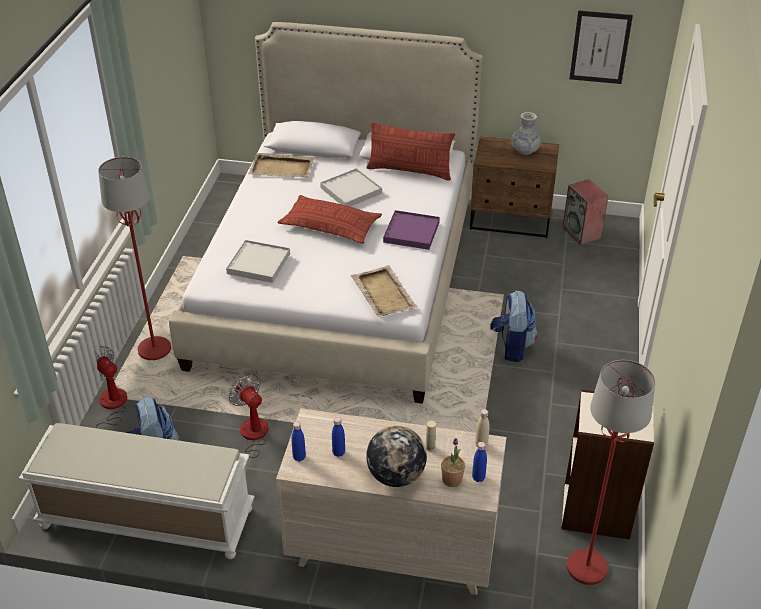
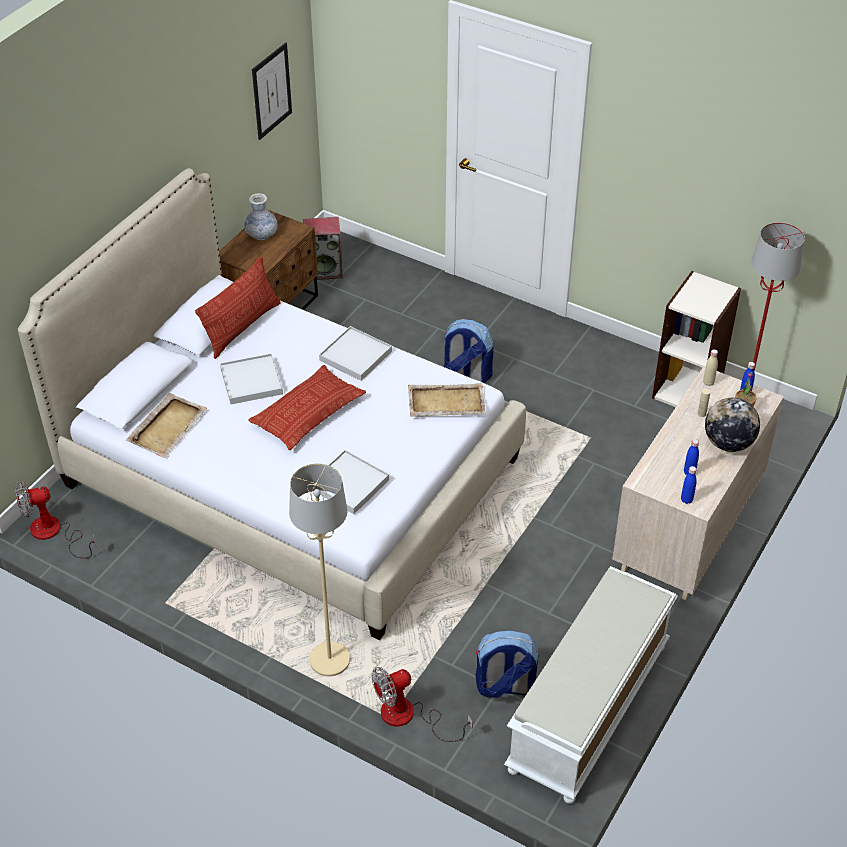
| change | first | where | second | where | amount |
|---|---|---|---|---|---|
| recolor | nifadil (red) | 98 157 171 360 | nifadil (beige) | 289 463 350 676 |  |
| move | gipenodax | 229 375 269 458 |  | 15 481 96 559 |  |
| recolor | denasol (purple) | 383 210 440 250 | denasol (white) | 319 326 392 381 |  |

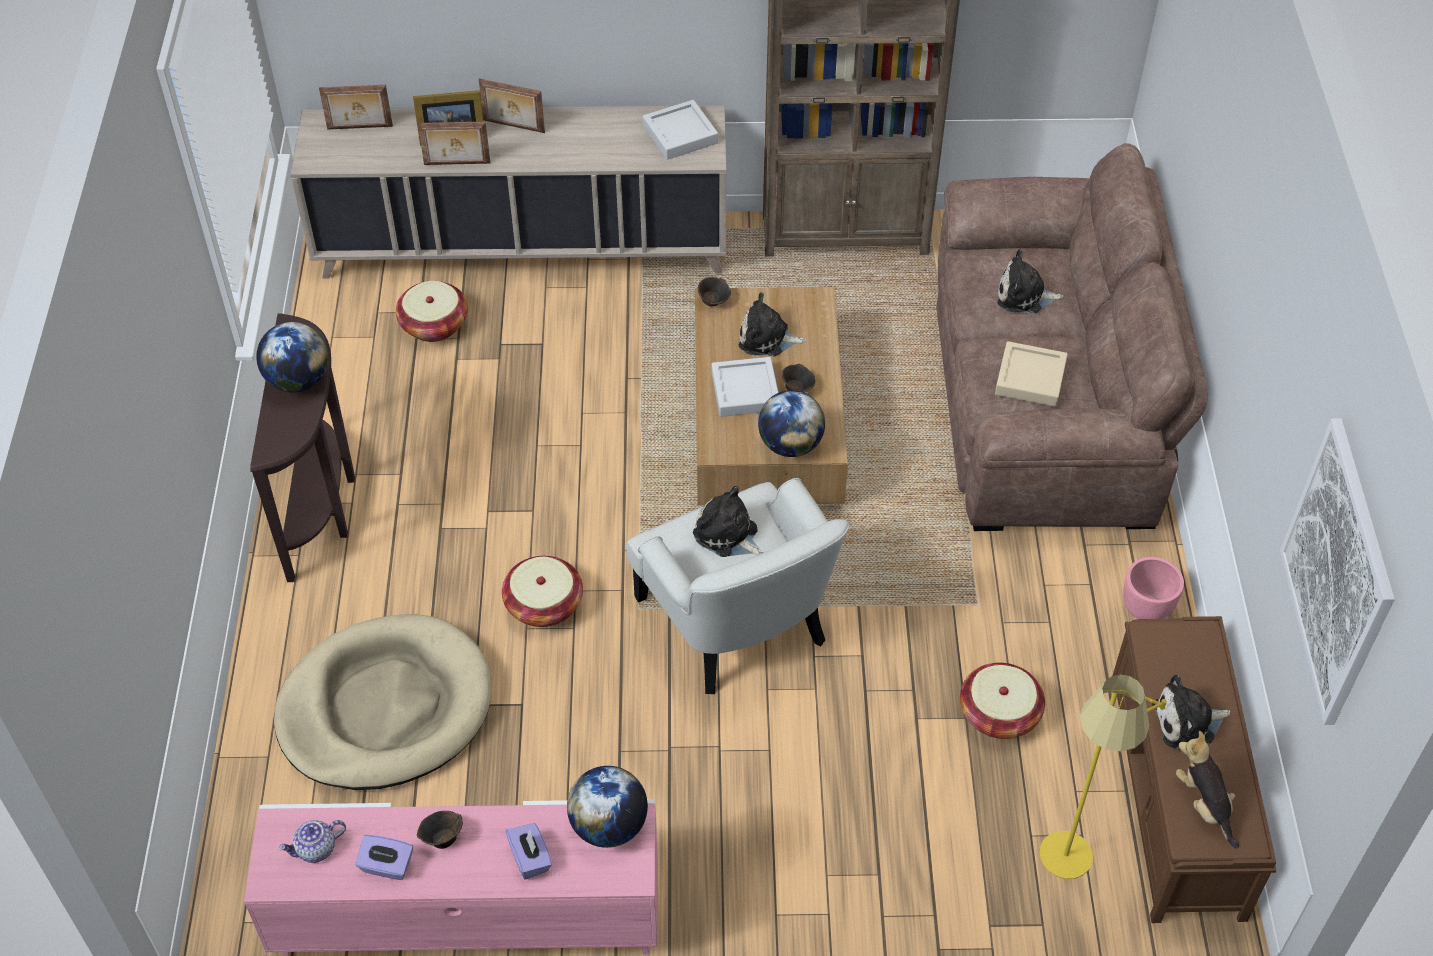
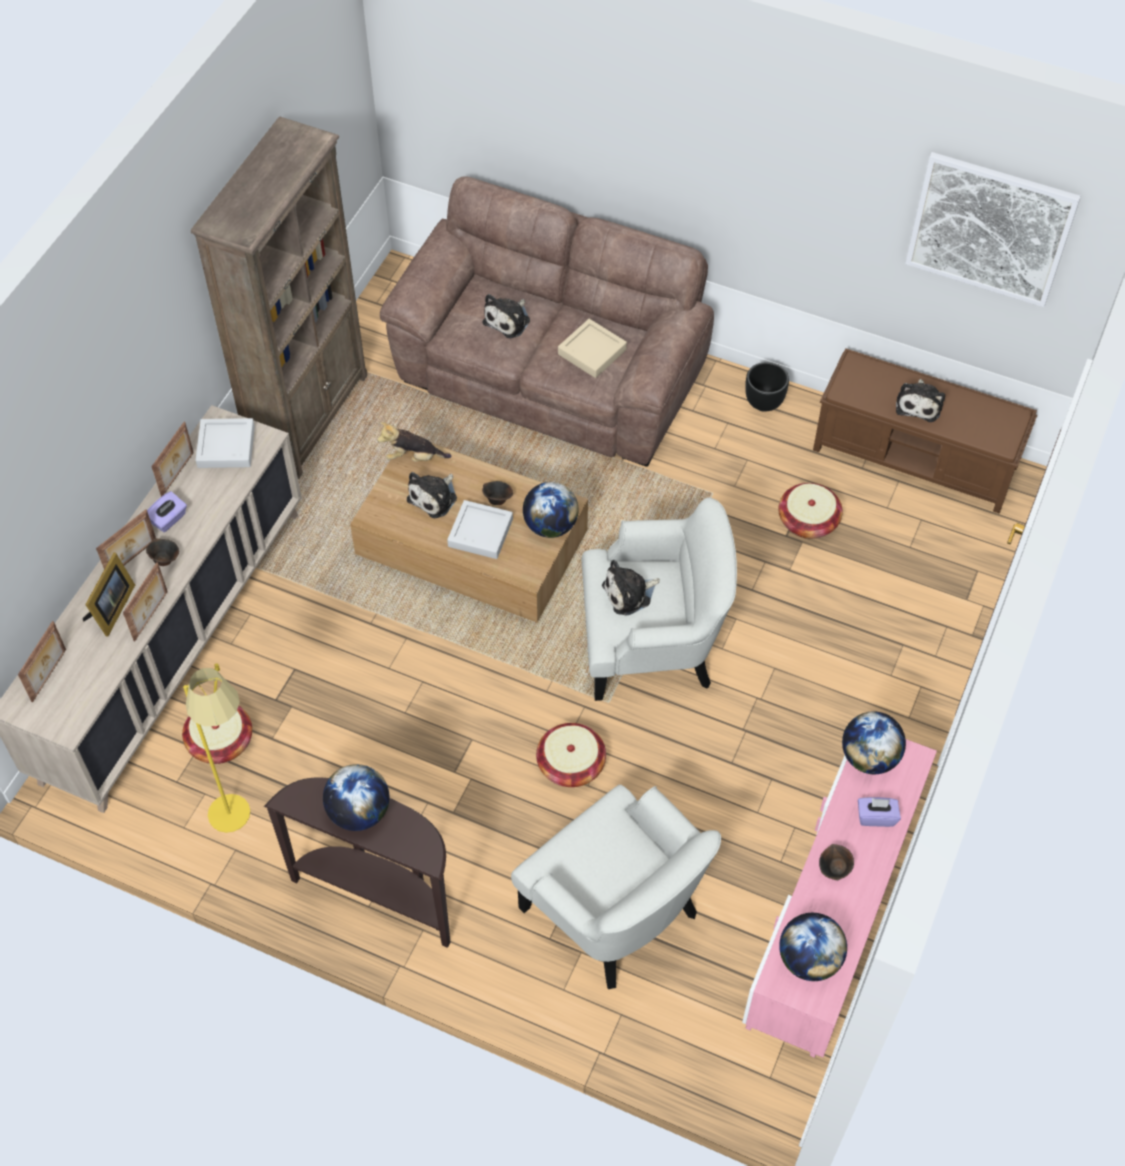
| change | first | where | second | where | amount |
|---|---|---|---|---|---|
| replace | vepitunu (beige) | 274 614 492 790 | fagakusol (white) | 511 785 721 989 |  |
| replace | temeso | 279 820 346 863 | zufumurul | 779 913 847 981 |  |
| move | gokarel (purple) | 355 835 413 880 |  | 147 491 187 532 |  |
| move | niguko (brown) | 698 277 731 306 |  | 146 538 179 566 |  |
| move | nifadil (yellow) | 1040 675 1167 879 |  | 183 663 250 833 |  |
| recolor | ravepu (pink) | 1123 557 1184 619 | ravepu (black) | 745 362 789 412 |  |
| move | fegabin | 1176 731 1239 849 |  | 377 422 451 462 |  |
| insert |  |  | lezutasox | 151 422 194 497 |  |

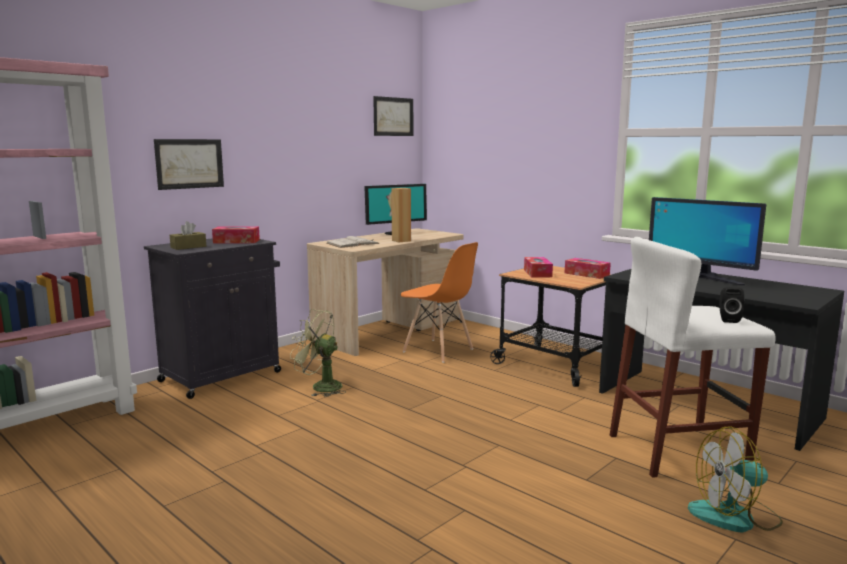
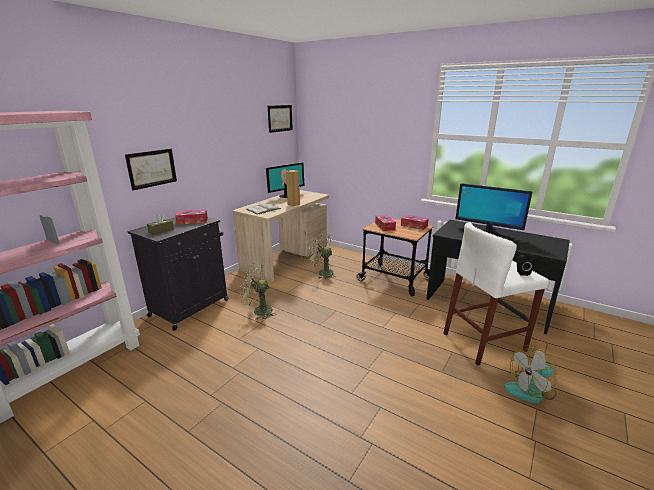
| change | first | where | second | where | amount |
|---|---|---|---|---|---|
| replace | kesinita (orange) | 401 242 478 363 | gipenodax (green) | 307 233 336 279 |  |

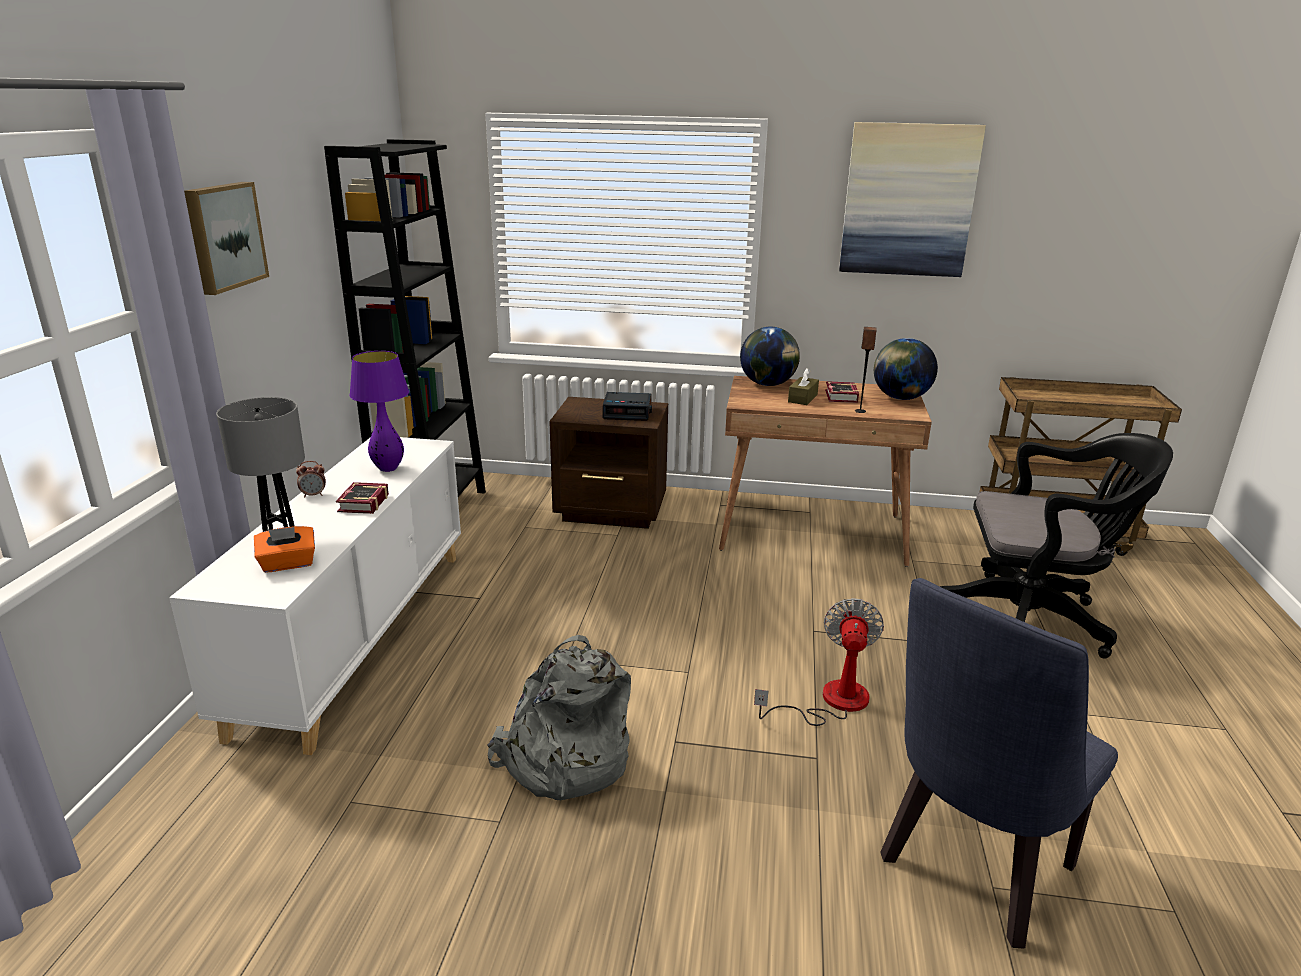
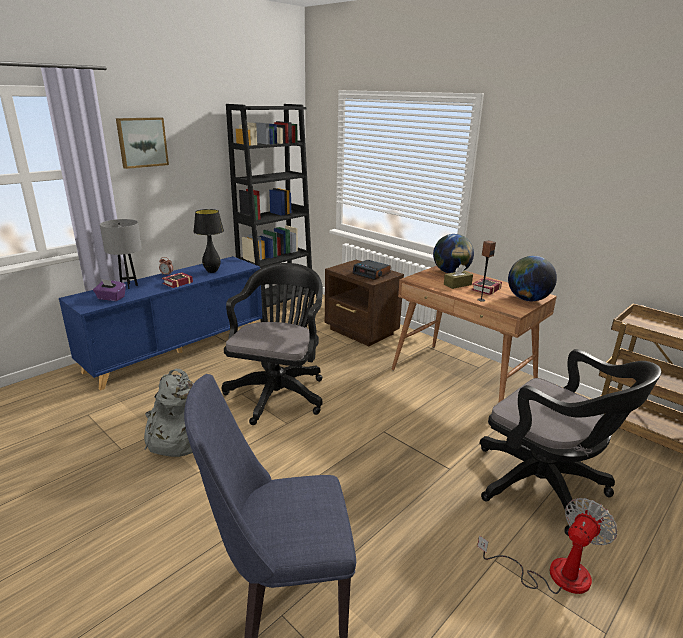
| change | first | where | second | where | amount |
|---|---|---|---|---|---|
| recolor | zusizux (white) | 169 437 461 755 | zusizux (blue) | 59 256 262 391 |  |
| recolor | gokarel (orange) | 254 526 315 573 | gokarel (purple) | 93 279 126 301 |  |
| recolor | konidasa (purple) | 349 351 409 472 | konidasa (black) | 193 209 224 273 |  |
| move | gipenodax | 754 598 884 726 |  | 477 498 617 594 |  |
| delete | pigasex | 839 122 986 277 |  |  |  |
| insert |  |  | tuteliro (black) | 222 263 323 425 |  |

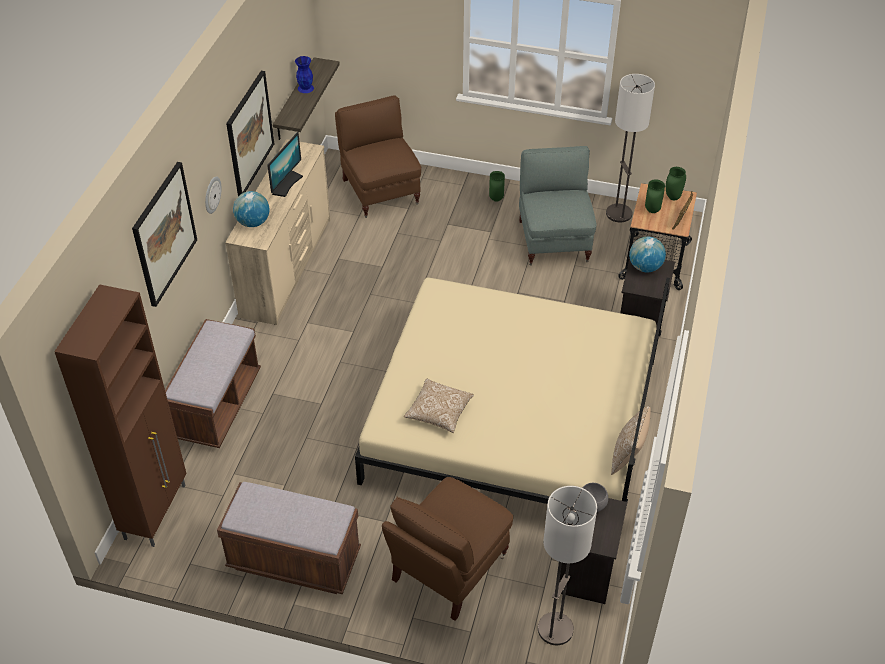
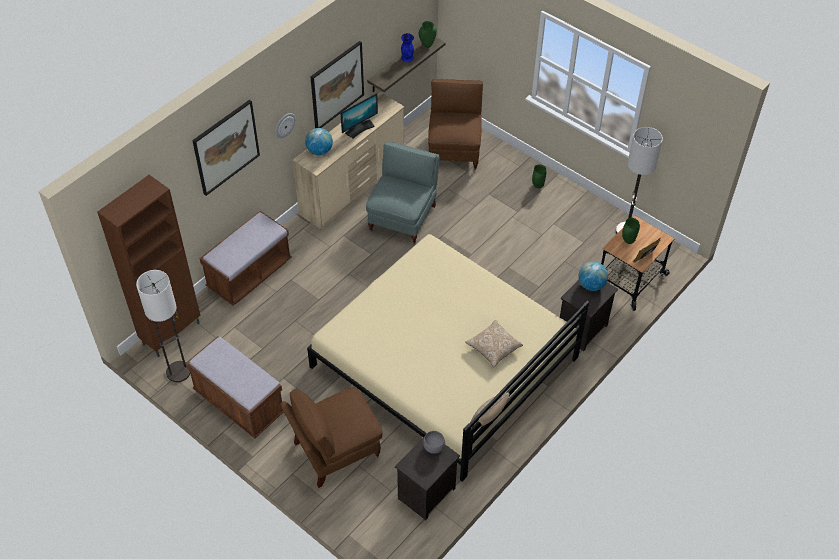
| change | first | where | second | where | amount |
|---|---|---|---|---|---|
| move | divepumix | 404 379 474 433 |  | 465 320 523 368 |  |
| move | fagakusol (grey) | 519 146 597 266 |  | 366 142 439 244 |  |
| move | nifadil | 538 486 597 645 |  | 136 270 190 382 |  |
| move | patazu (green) | 666 167 686 201 |  | 419 21 437 48 |  |

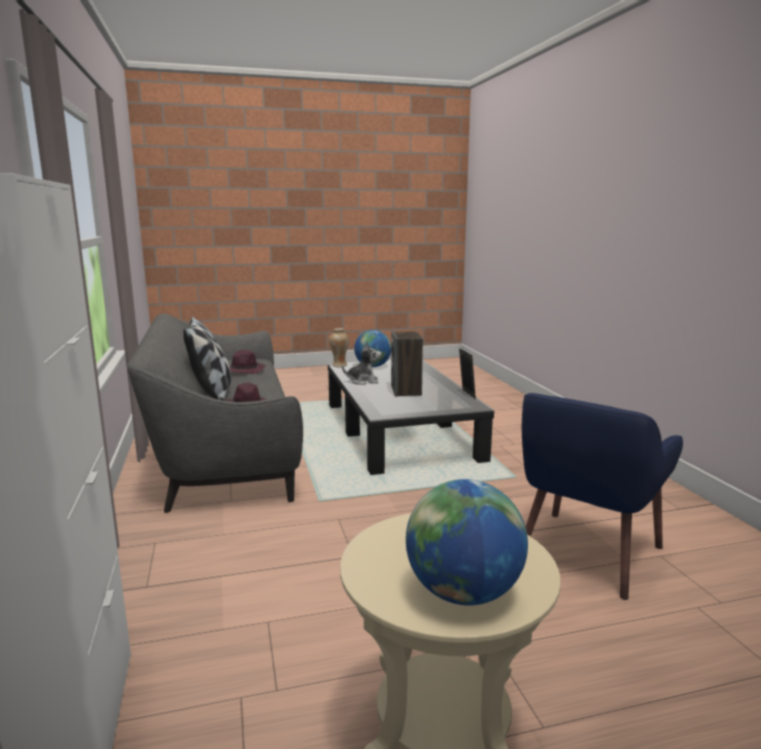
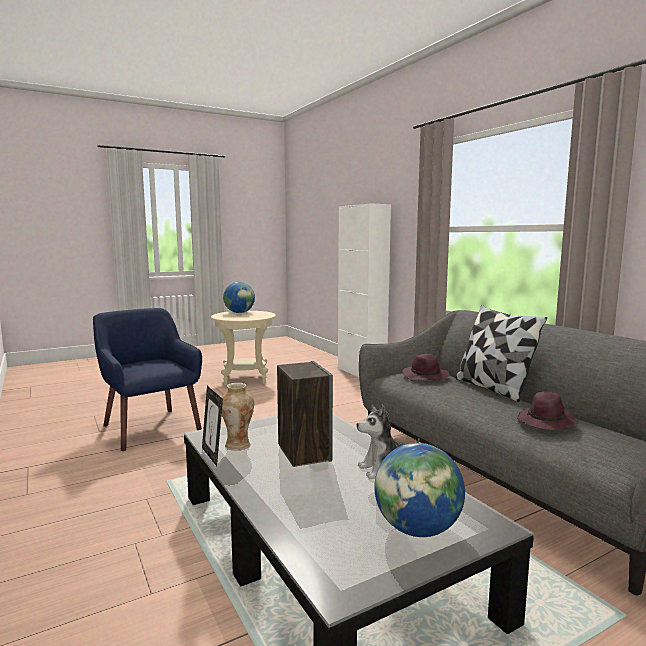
| change | first | where | second | where | amount |
|---|---|---|---|---|---|
| move | patazu | 329 328 349 367 |  | 221 383 254 451 |  |
| rotate | fagakusol (blue) | 522 393 683 600 |  | 93 308 202 451 | 60 degrees counterclockwise |

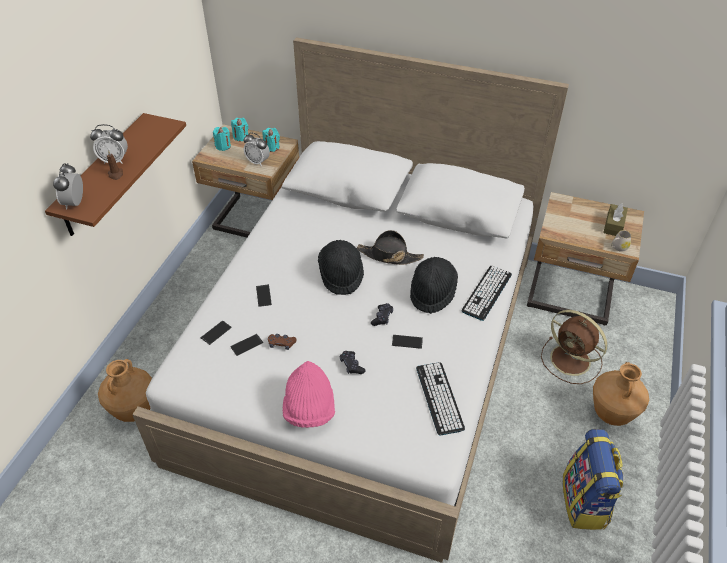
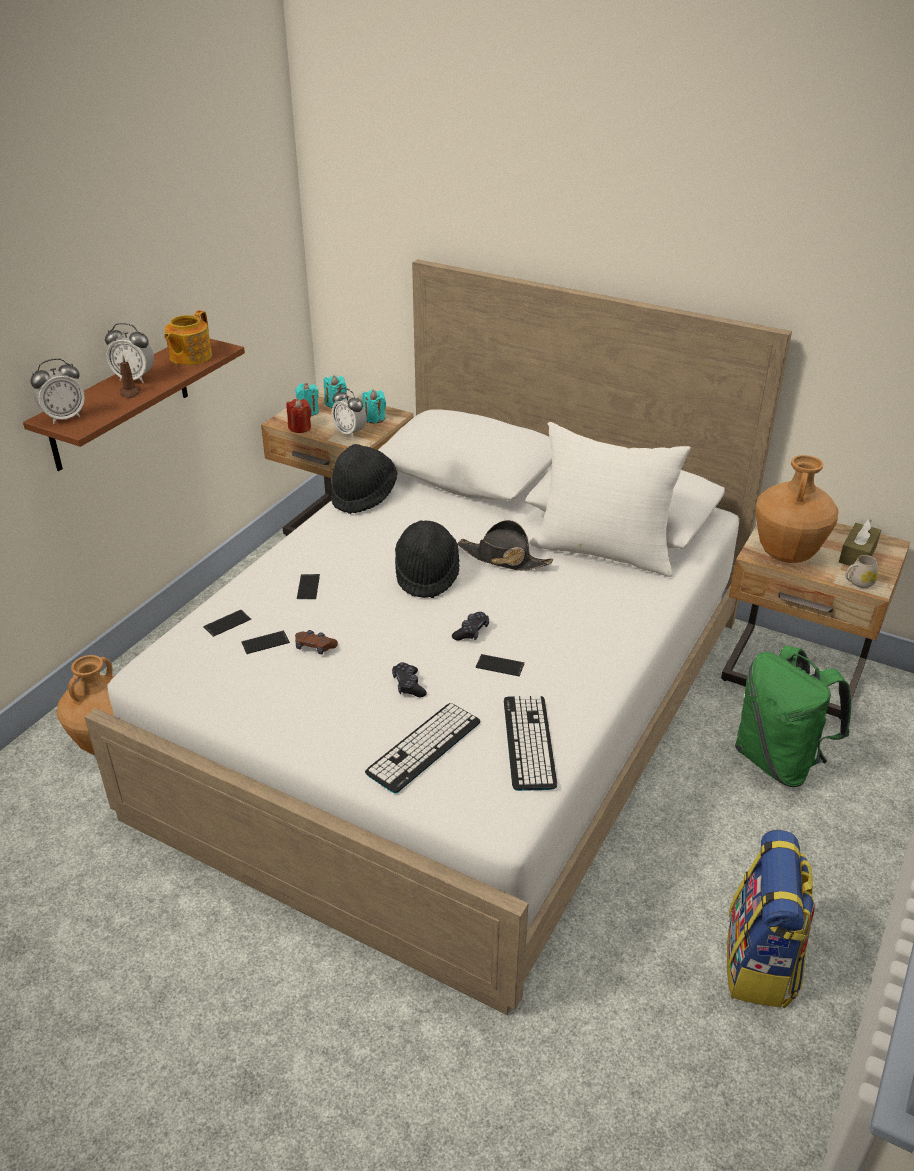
| change | first | where | second | where | amount |
|---|---|---|---|---|---|
| rotate | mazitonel | 53 163 83 209 |  | 30 358 85 424 | 135 degrees counterclockwise |
| delete | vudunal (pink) | 283 361 335 428 |  |  |  |
| move | vudunal (black) | 410 257 458 314 |  | 331 444 397 514 |  |
| move | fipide | 462 266 512 321 |  | 365 703 481 794 |  |
| replace | gipenodax (brown) | 541 310 607 384 | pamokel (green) | 735 646 851 787 |  |
| move | patazu (brown) | 593 362 649 426 |  | 755 455 838 563 |  |
| insert |  |  | temeso | 164 310 212 365 |  |
| insert |  |  | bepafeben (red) | 286 399 311 433 |  |
| insert |  |  | divepumix (white) | 529 422 691 577 |  |

